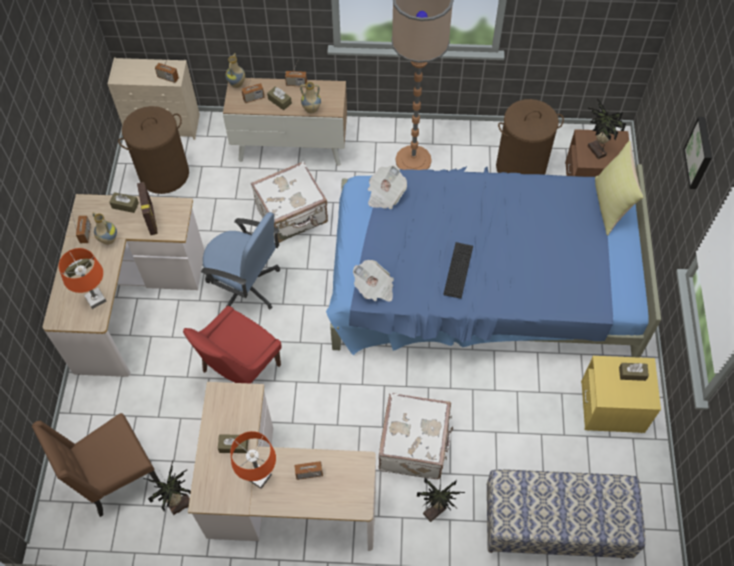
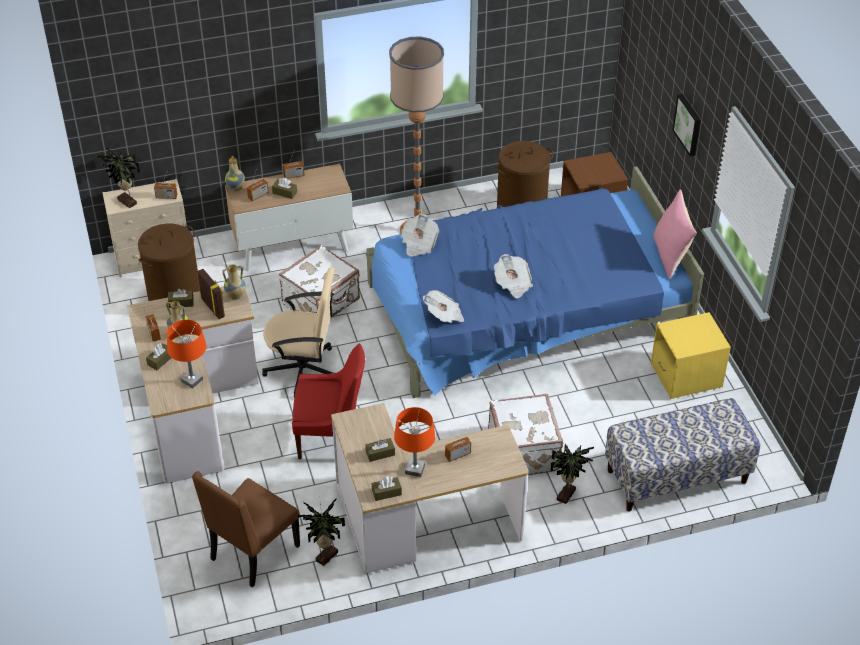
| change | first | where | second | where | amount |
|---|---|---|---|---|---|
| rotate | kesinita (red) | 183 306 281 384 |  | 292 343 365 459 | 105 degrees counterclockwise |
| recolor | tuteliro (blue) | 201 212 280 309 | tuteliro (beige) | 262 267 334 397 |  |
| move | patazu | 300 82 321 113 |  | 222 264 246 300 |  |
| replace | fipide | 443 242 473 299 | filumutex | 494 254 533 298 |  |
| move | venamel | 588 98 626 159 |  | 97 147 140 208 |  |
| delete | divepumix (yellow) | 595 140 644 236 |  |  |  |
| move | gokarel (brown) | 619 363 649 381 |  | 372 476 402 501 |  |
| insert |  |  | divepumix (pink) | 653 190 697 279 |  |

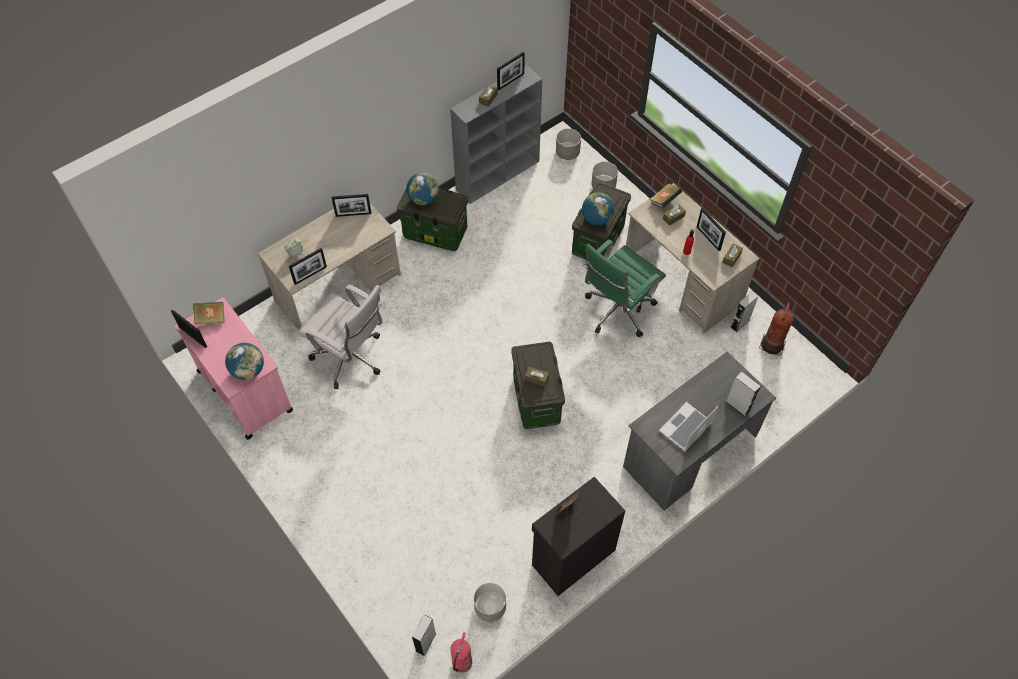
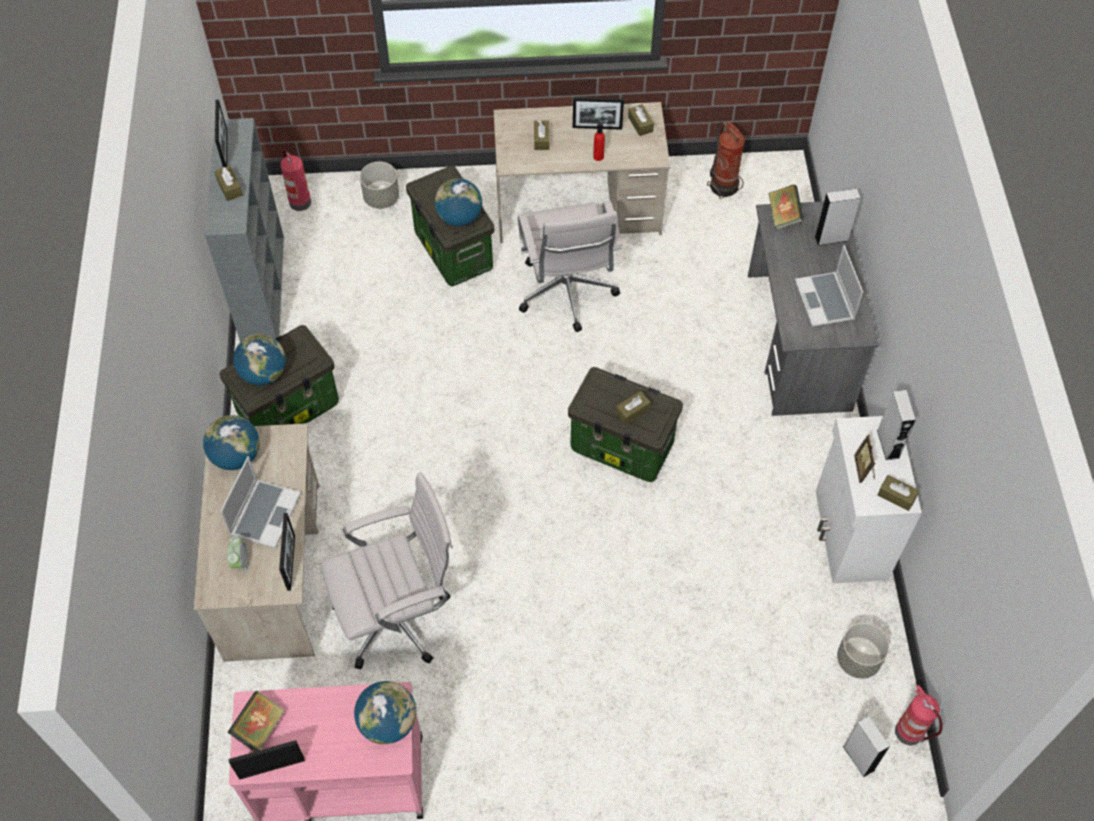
| change | first | where | second | where | amount |
|---|---|---|---|---|---|
| replace | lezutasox | 332 194 371 217 | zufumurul | 203 415 260 470 |  |
| recolor | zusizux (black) | 532 477 625 596 | zusizux (white) | 816 416 922 583 |  |
| replace | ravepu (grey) | 556 128 581 160 | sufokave | 280 149 311 211 |  |
| recolor | tuteliro (green) | 583 239 666 337 | tuteliro (white) | 518 201 622 332 |  |
| move | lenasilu | 650 183 682 208 |  | 768 184 804 230 |  |
| move | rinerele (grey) | 730 292 759 332 |  | 877 390 916 460 |  |
| insert |  |  | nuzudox | 220 456 301 548 |  |
| insert |  |  | gokarel (brown) | 878 475 919 511 |  |

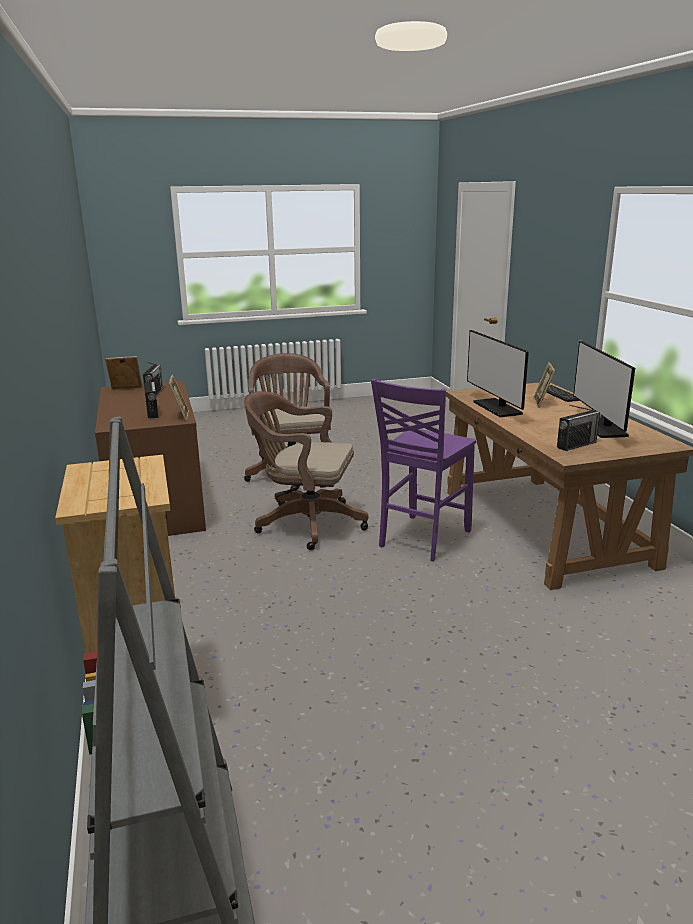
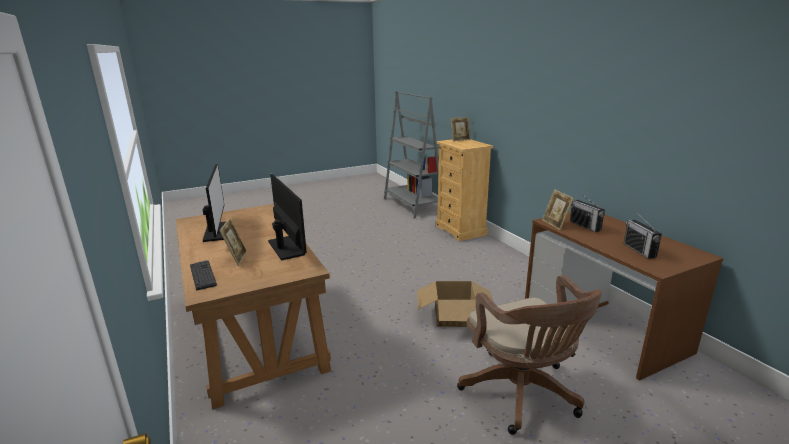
| change | first | where | second | where | amount |
|---|---|---|---|---|---|
| move | lezutasox | 105 356 143 389 |  | 451 117 471 141 |  |
| replace | tuteliro (brown) | 244 391 368 550 | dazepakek | 417 281 494 327 |  |
| delete | kesinita (purple) | 371 379 476 561 |  |  |  |
| delete | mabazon | 557 405 601 451 |  |  |  |

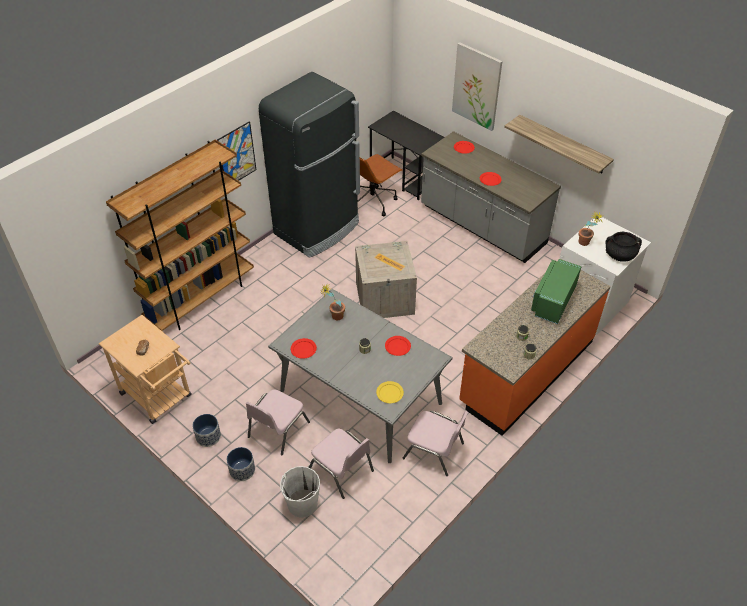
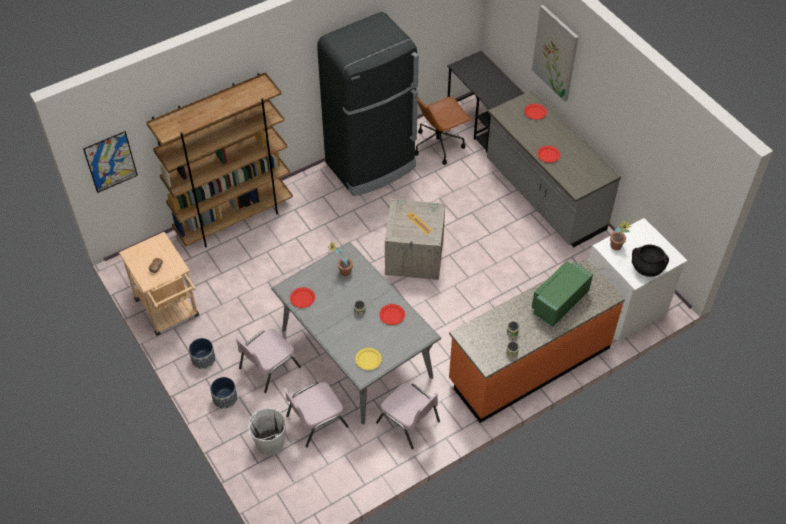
| change | first | where | second | where | amount |
|---|---|---|---|---|---|
| move | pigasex | 217 121 256 181 |  | 83 131 138 193 |  |
| rotate | kesinita (pink) | 309 429 374 499 |  | 284 382 349 447 | 90 degrees clockwise |
| delete | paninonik | 504 115 614 174 |  |  |  |

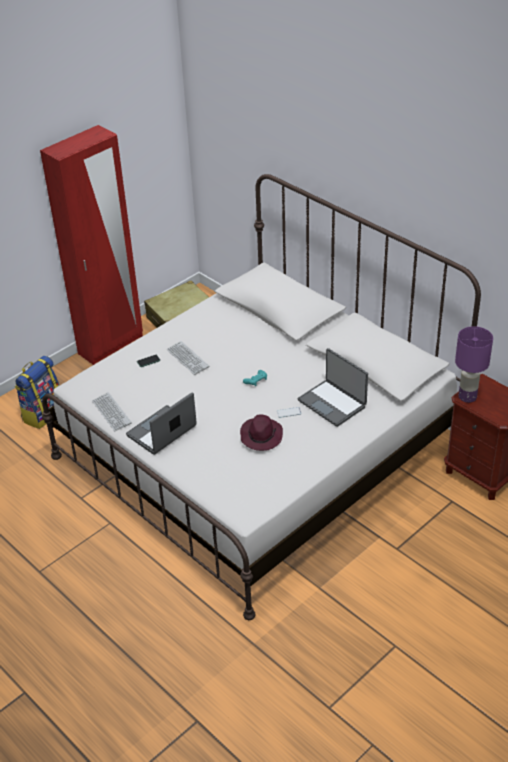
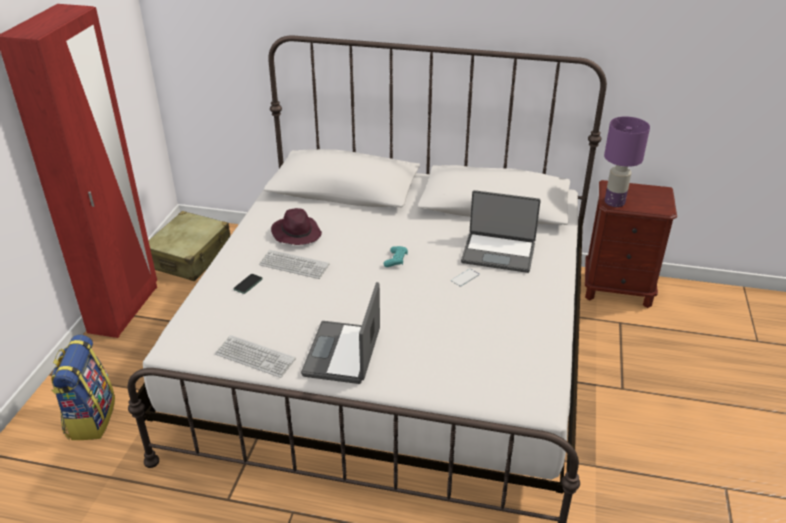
| change | first | where | second | where | amount |
|---|---|---|---|---|---|
| move | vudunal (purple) | 240 414 283 451 |  | 271 208 322 245 |  |

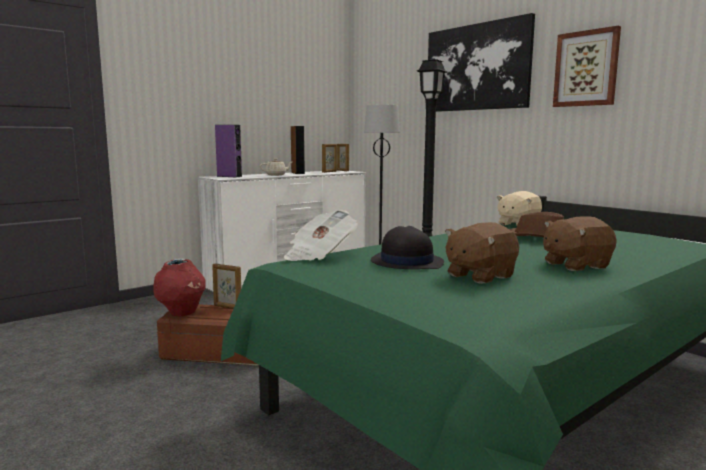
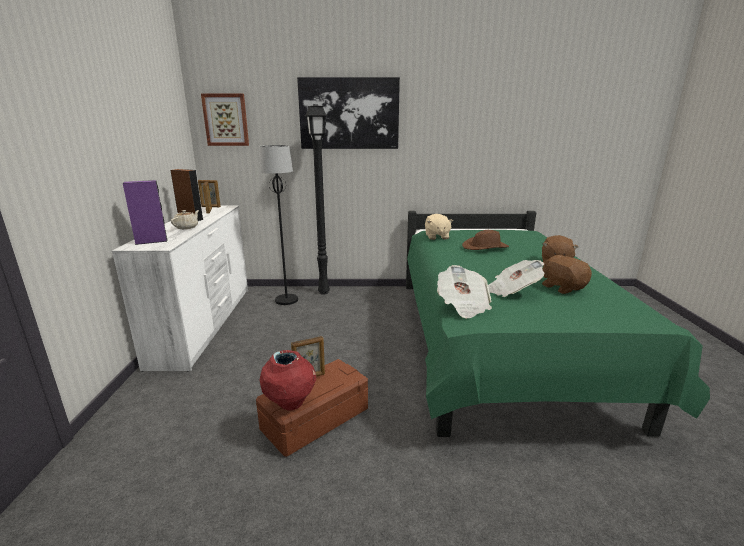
| change | first | where | second | where | amount |
|---|---|---|---|---|---|
| replace | vudunal (black) | 371 226 444 269 | filumutex | 488 260 544 297 |  |
| rotate | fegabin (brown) | 445 222 519 284 |  | 542 255 592 294 | 150 degrees clockwise |
| move | pigasex | 553 26 621 107 |  | 201 94 249 146 |  |

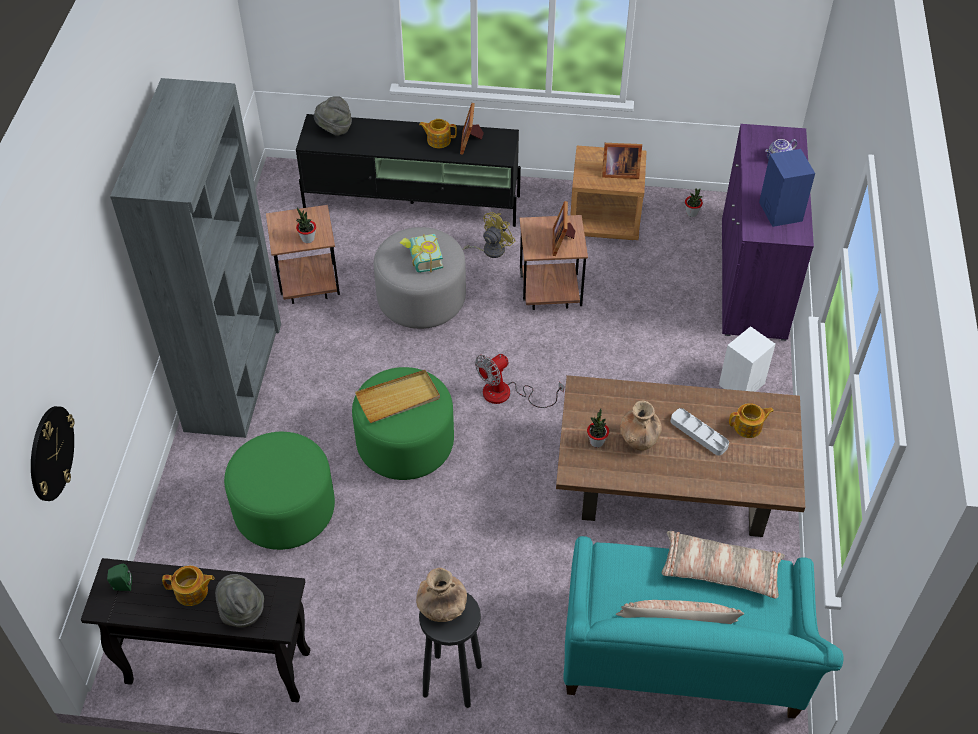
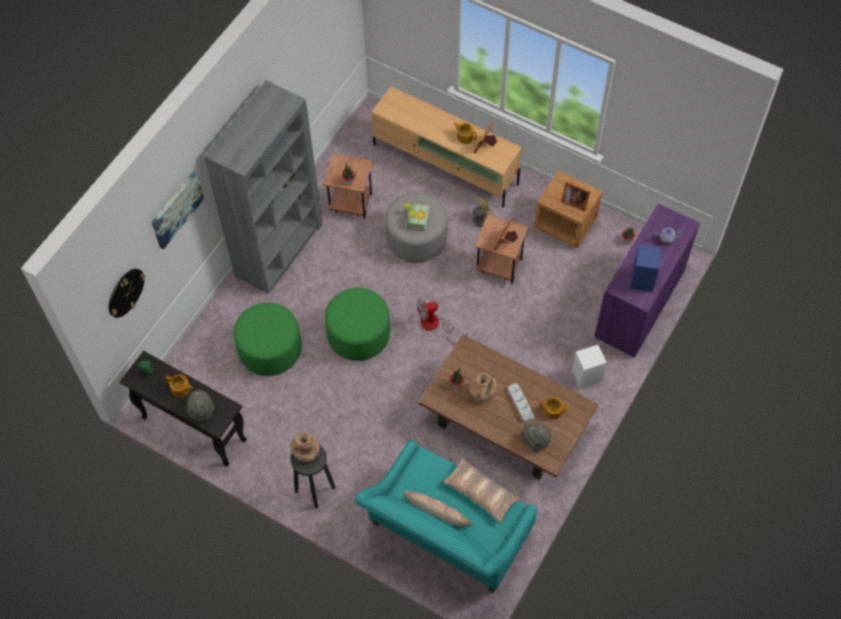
| change | first | where | second | where | amount |
|---|---|---|---|---|---|
| recolor | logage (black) | 296 114 521 227 | logage (beige) | 371 86 522 207 |  |
| move | vudunal (grey) | 314 96 352 136 |  | 522 423 551 451 |  |
| delete | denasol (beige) | 355 370 440 423 |  |  |  |
| insert |  |  | pigasex | 152 171 204 250 |  |

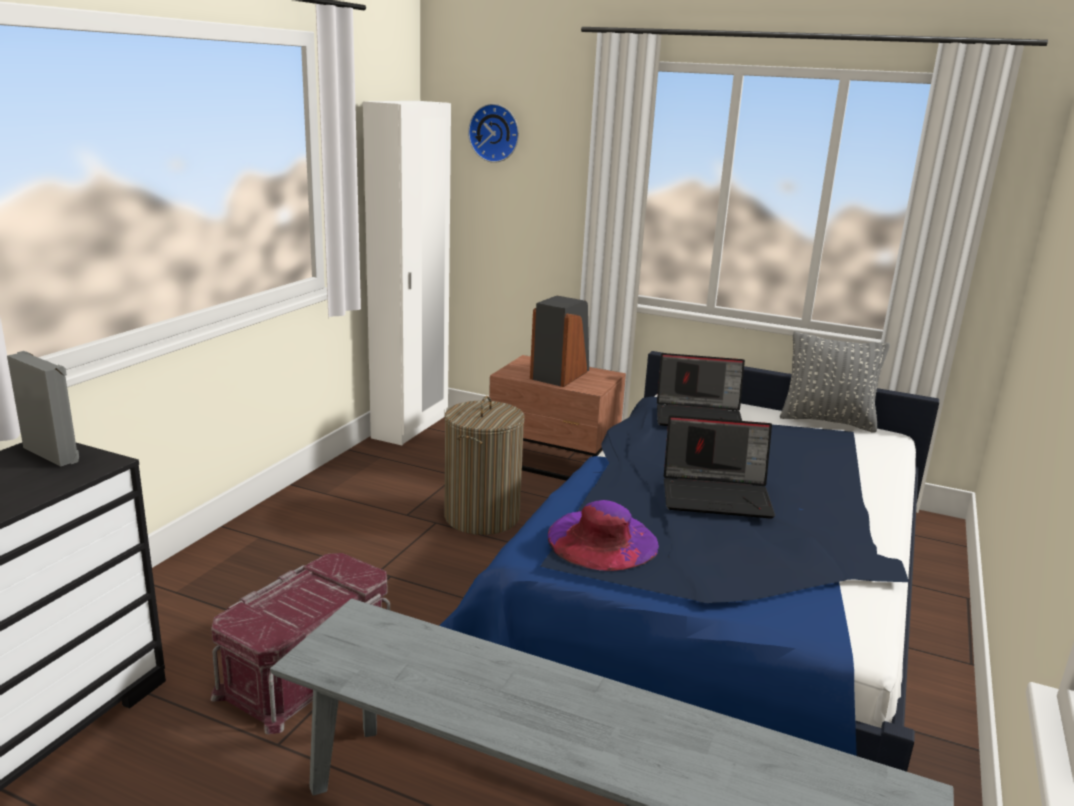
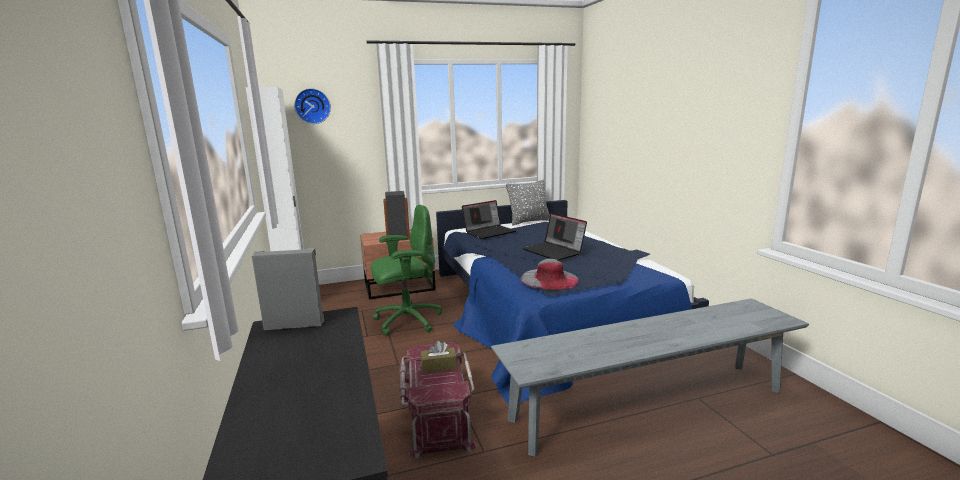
| change | first | where | second | where | amount |
|---|---|---|---|---|---|
| replace | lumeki | 444 396 525 535 | tuteliro (green) | 371 205 442 336 |  |
| recolor | vudunal (purple) | 548 500 659 571 | vudunal (grey) | 521 259 579 290 |  |
| rotate | nuzudox | 664 415 775 519 |  | 522 213 587 260 | 90 degrees clockwise |
| insert |  |  | gokarel (brown) | 421 341 457 373 |  |

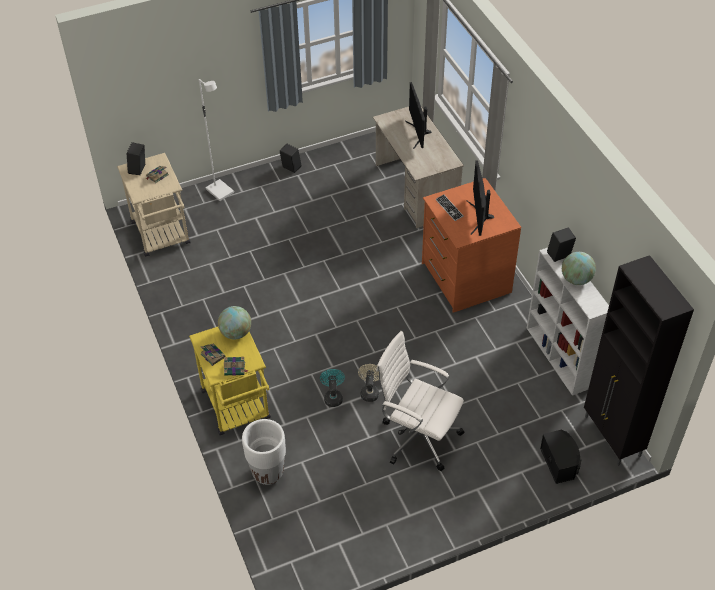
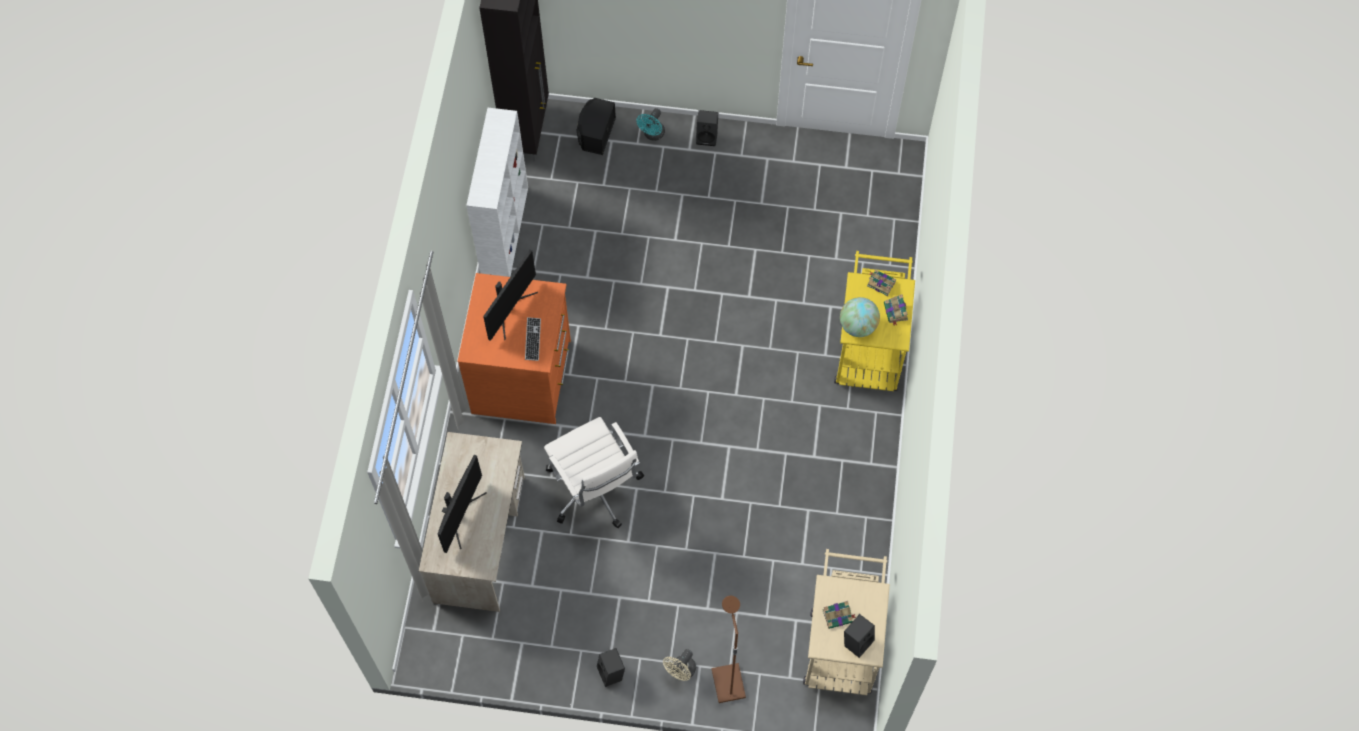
| change | first | where | second | where | amount |
|---|---|---|---|---|---|
| recolor | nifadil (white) | 199 79 234 201 | nifadil (brown) | 712 596 746 703 |  |
| delete | ravepu (white) | 242 419 286 485 |  |  |  |
| move | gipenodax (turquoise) | 320 369 345 407 |  | 636 108 665 141 |  |
| move | gipenodax (beige) | 358 364 379 402 |  | 663 649 696 681 |  |
| move | tuteliro (white) | 376 331 464 471 |  | 544 417 644 528 |  |
| move | rinerele (black) | 547 227 576 262 |  | 696 110 718 146 |  |
| delete | zufumurul | 562 252 596 285 |  |  |  |

